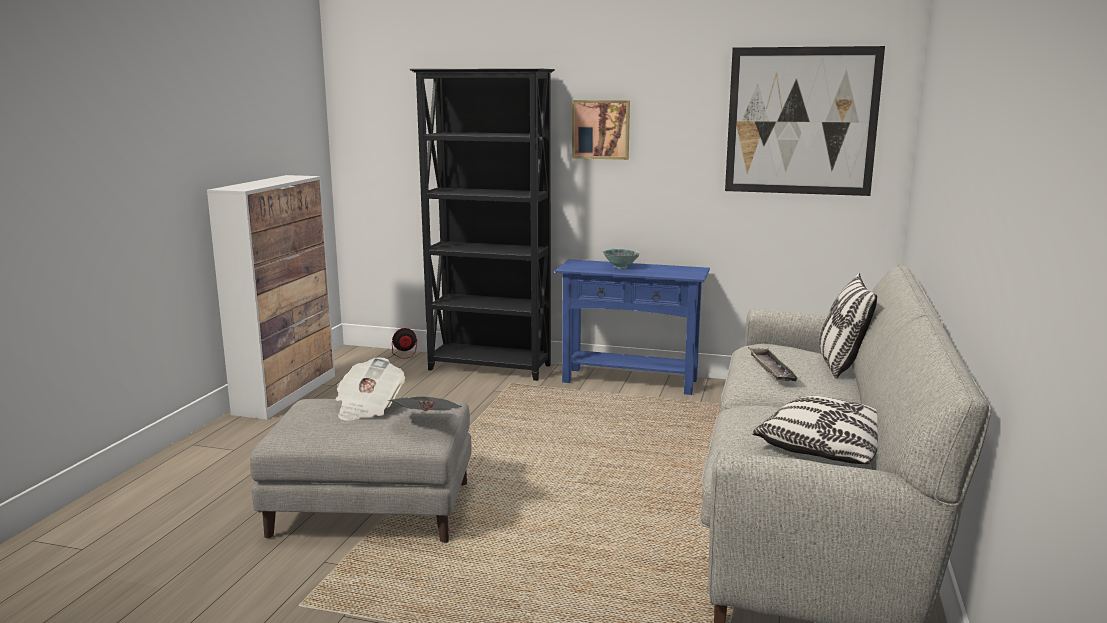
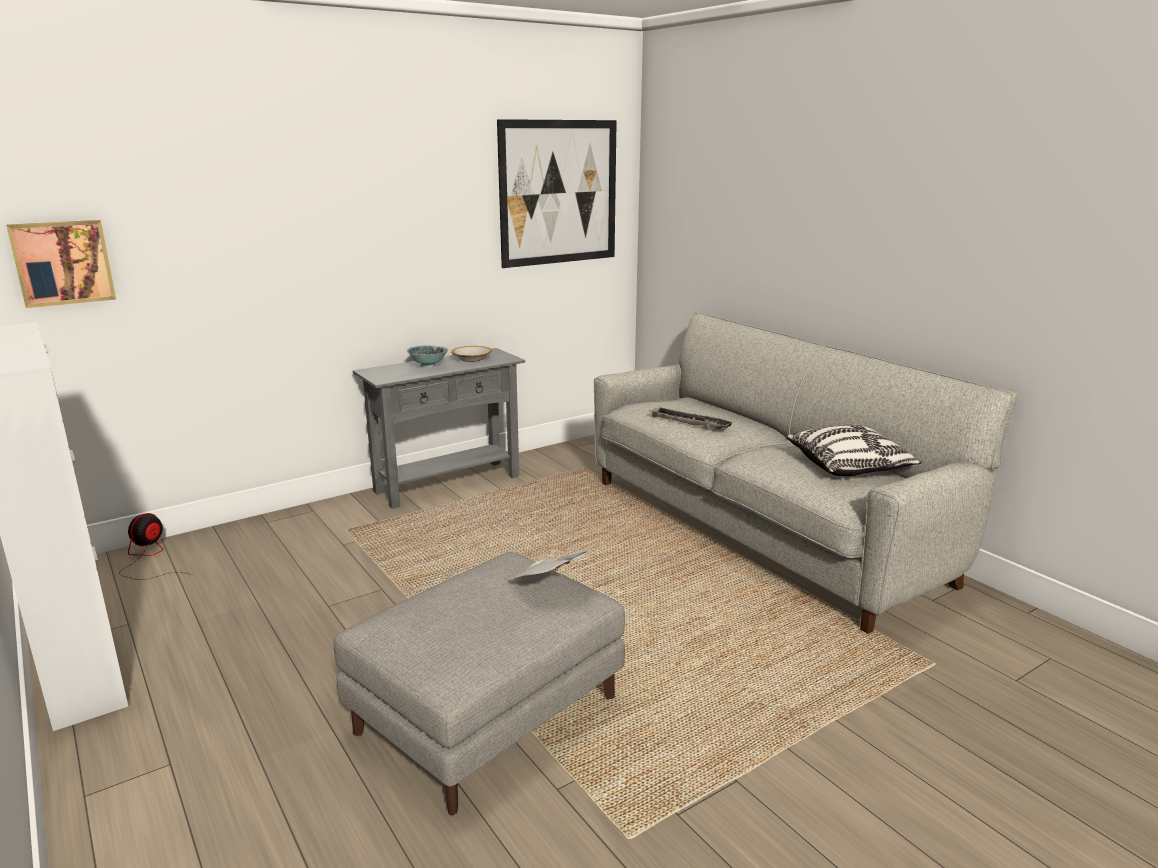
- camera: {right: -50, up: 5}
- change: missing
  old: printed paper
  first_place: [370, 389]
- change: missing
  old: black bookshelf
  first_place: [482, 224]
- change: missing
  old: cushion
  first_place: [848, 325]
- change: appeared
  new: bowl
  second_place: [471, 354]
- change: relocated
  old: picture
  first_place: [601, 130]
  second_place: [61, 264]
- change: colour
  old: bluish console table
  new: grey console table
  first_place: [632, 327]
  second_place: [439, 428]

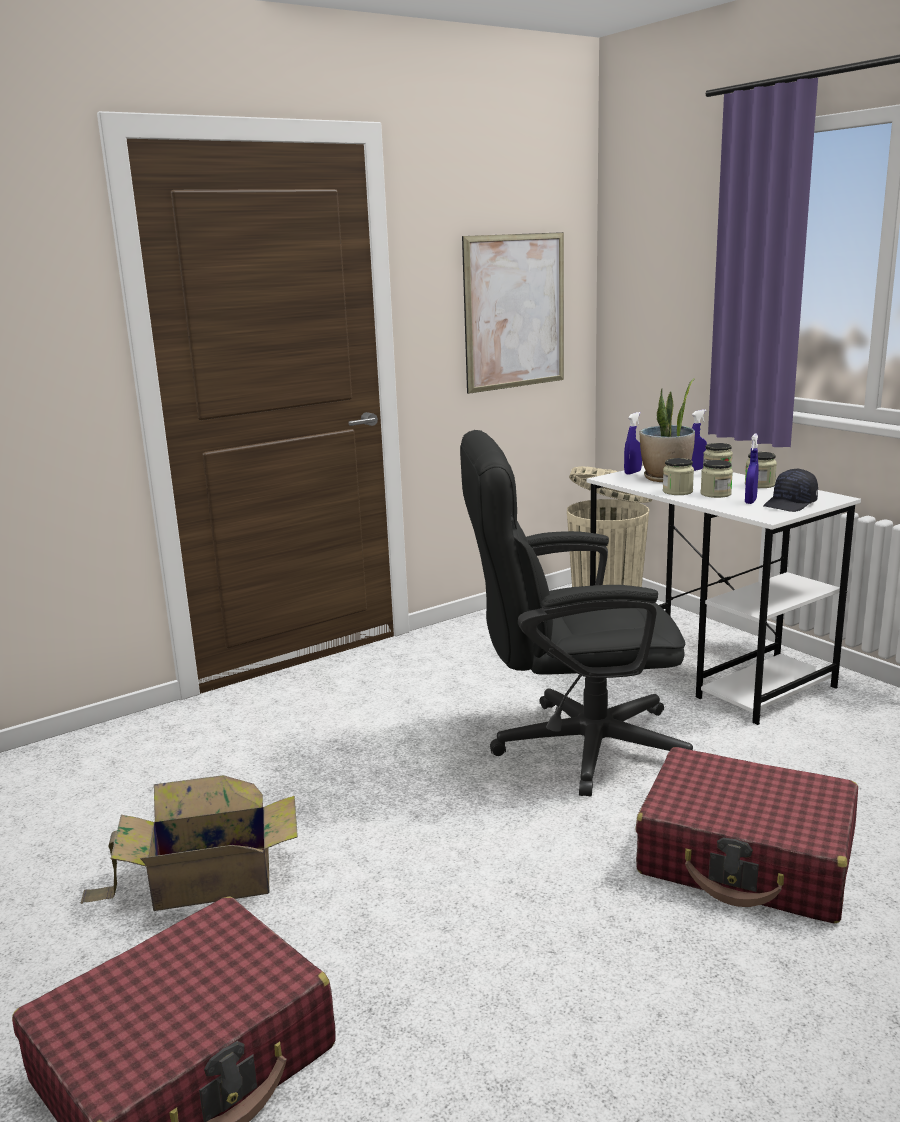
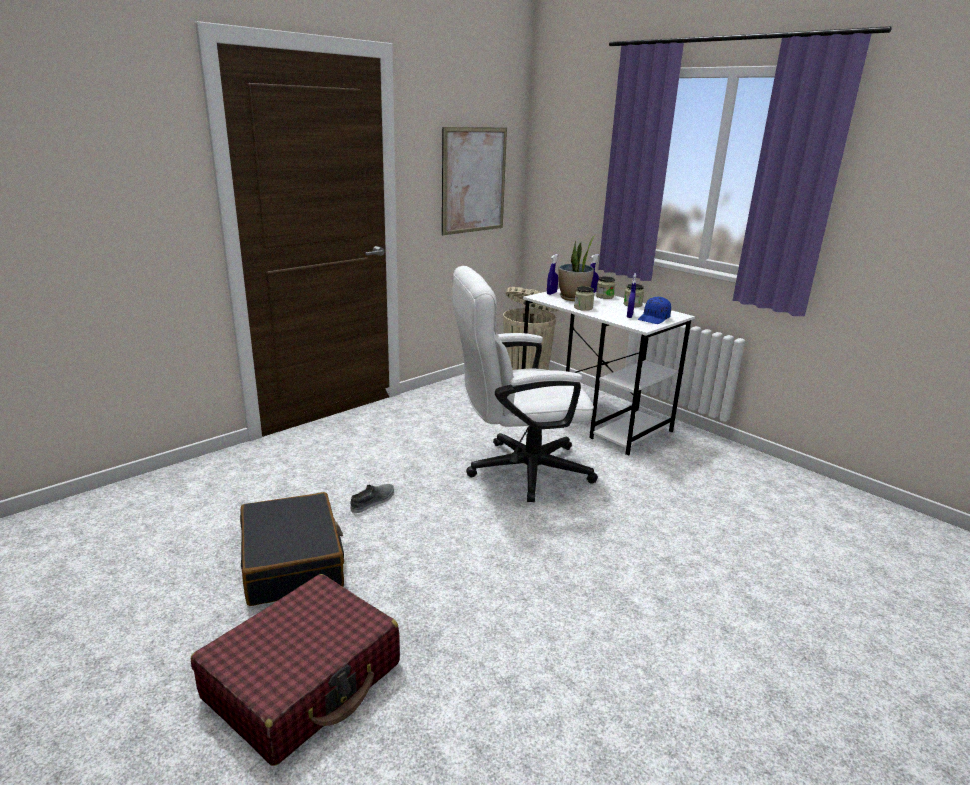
- camera: {right: -10, up: 5}
- change: missing
  old: red travel case
  first_place: [747, 835]
- change: missing
  old: storage jar
  first_place: [717, 479]
- change: appeared
  new: grey item of footwear
  second_place: [372, 498]
- change: exchanged
  old: cardboard box
  new: black travel case
  first_place: [189, 843]
  second_place: [292, 549]
- change: colour
  old: black office chair
  new: white office chair
  first_place: [576, 613]
  second_place: [525, 384]
- change: colour
  old: black baseball cap
  new: bluish baseball cap
  first_place: [790, 490]
  second_place: [654, 310]

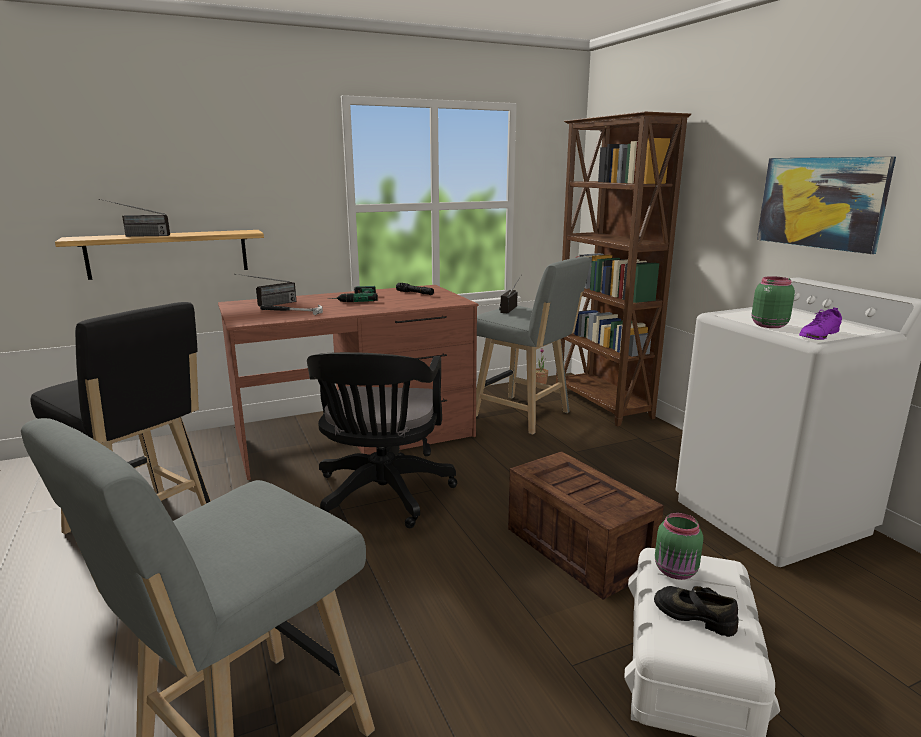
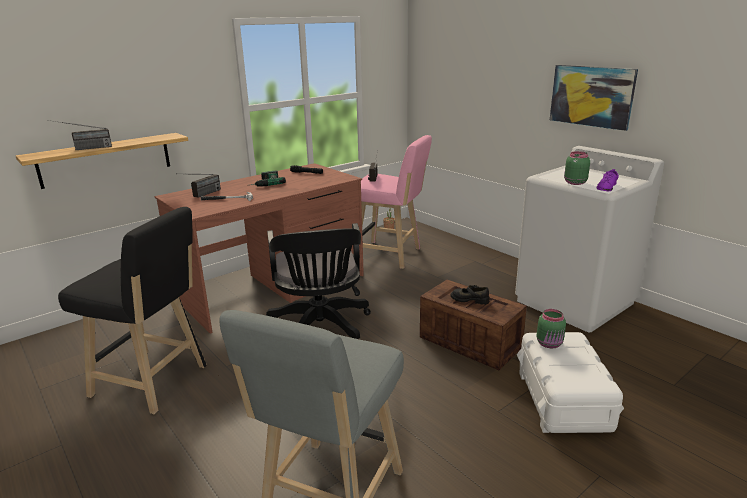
- camera: {right: -15, up: 5}
- change: missing
  old: brown bookshelf
  first_place: [623, 269]
- change: relocated
  old: black item of footwear
  first_place: [696, 611]
  second_place: [470, 295]
- change: colour
  old: grey sitting stool
  new: pink sitting stool
  first_place: [533, 346]
  second_place: [396, 202]

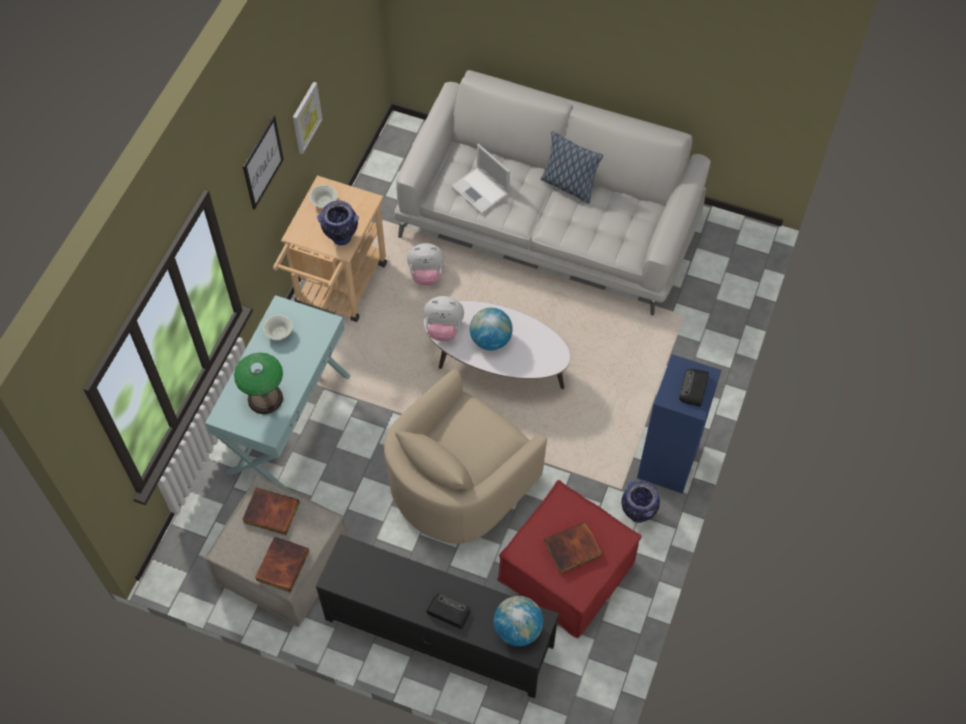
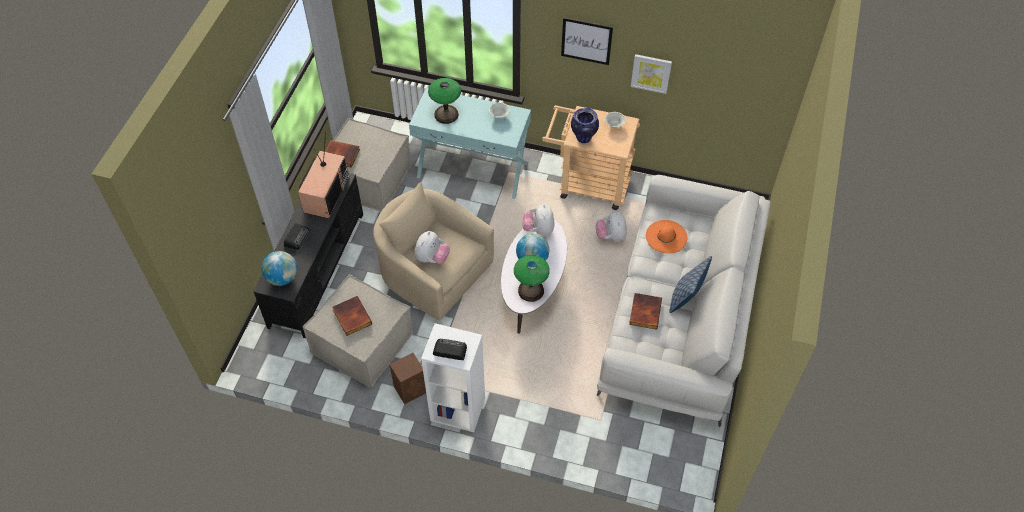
- camera: {right: 85, up: -5}
- change: appeared
  new: TV
  second_place: [323, 175]
- change: appeared
  new: soft toy
  second_place: [432, 247]
- change: appeared
  new: tabletop lamp
  second_place: [532, 278]
- change: relocated
  old: book
  first_place: [270, 511]
  second_place: [645, 311]
- change: exchanged
  old: portable computer
  new: orange clothing hat
  first_place: [480, 179]
  second_place: [666, 236]
- change: exchanged
  old: decorative vase
  new: brown audio speaker
  first_place: [640, 502]
  second_place: [407, 378]
- change: colour
  old: red pouffe
  new: sand-coloured pouffe
  first_place: [569, 559]
  second_place: [358, 330]
- change: colour
  old: bluish bookshelf
  new: white bookshelf
  first_place: [679, 424]
  second_place: [453, 377]

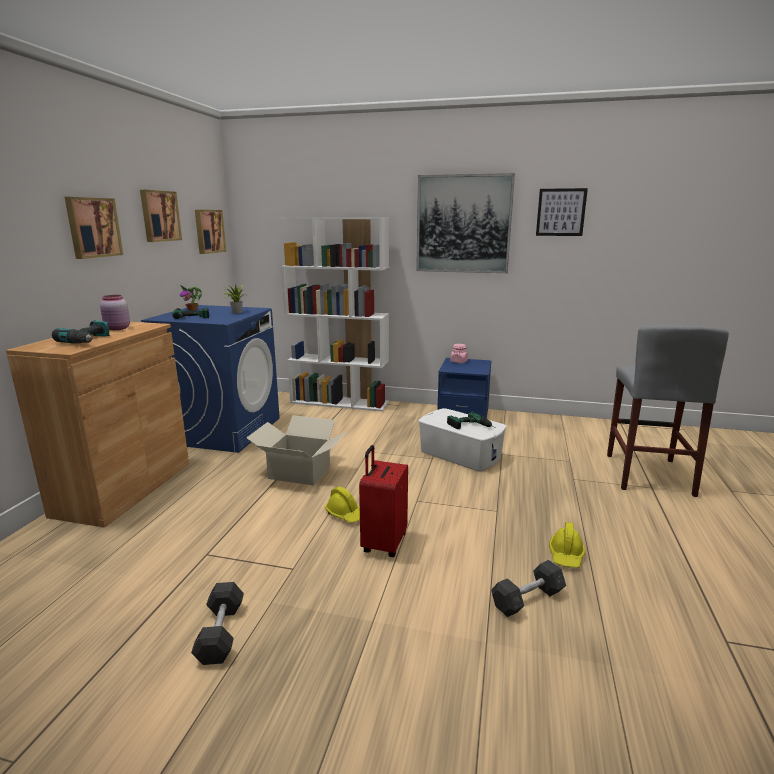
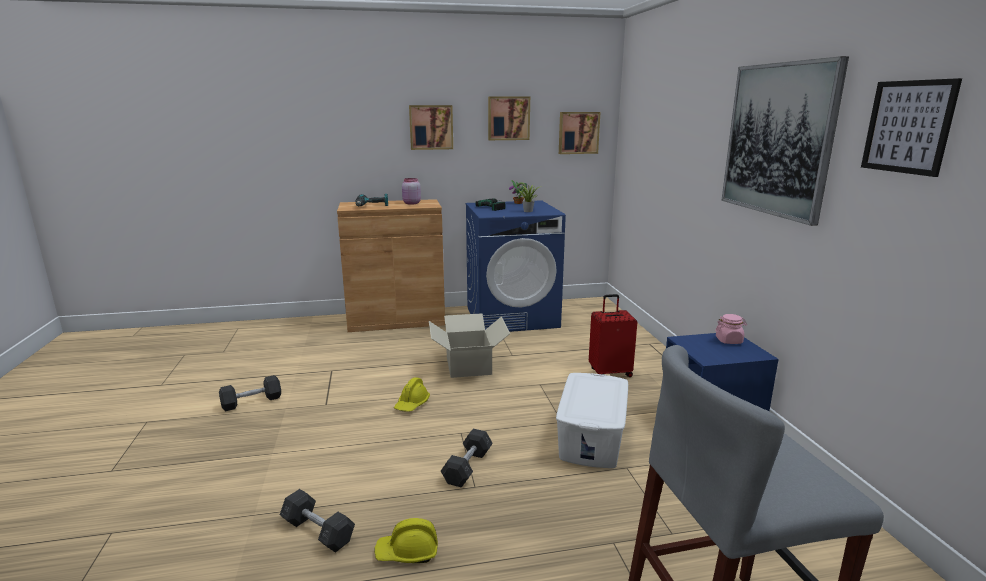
- camera: {right: 65, up: 0}
- change: missing
  old: white bookshelf
  first_place: [333, 314]
- change: missing
  old: power drill
  first_place: [471, 420]
- change: appeared
  new: grey free weight
  second_place: [467, 458]
- change: relocated
  old: red travel case
  first_place: [383, 501]
  second_place: [613, 335]

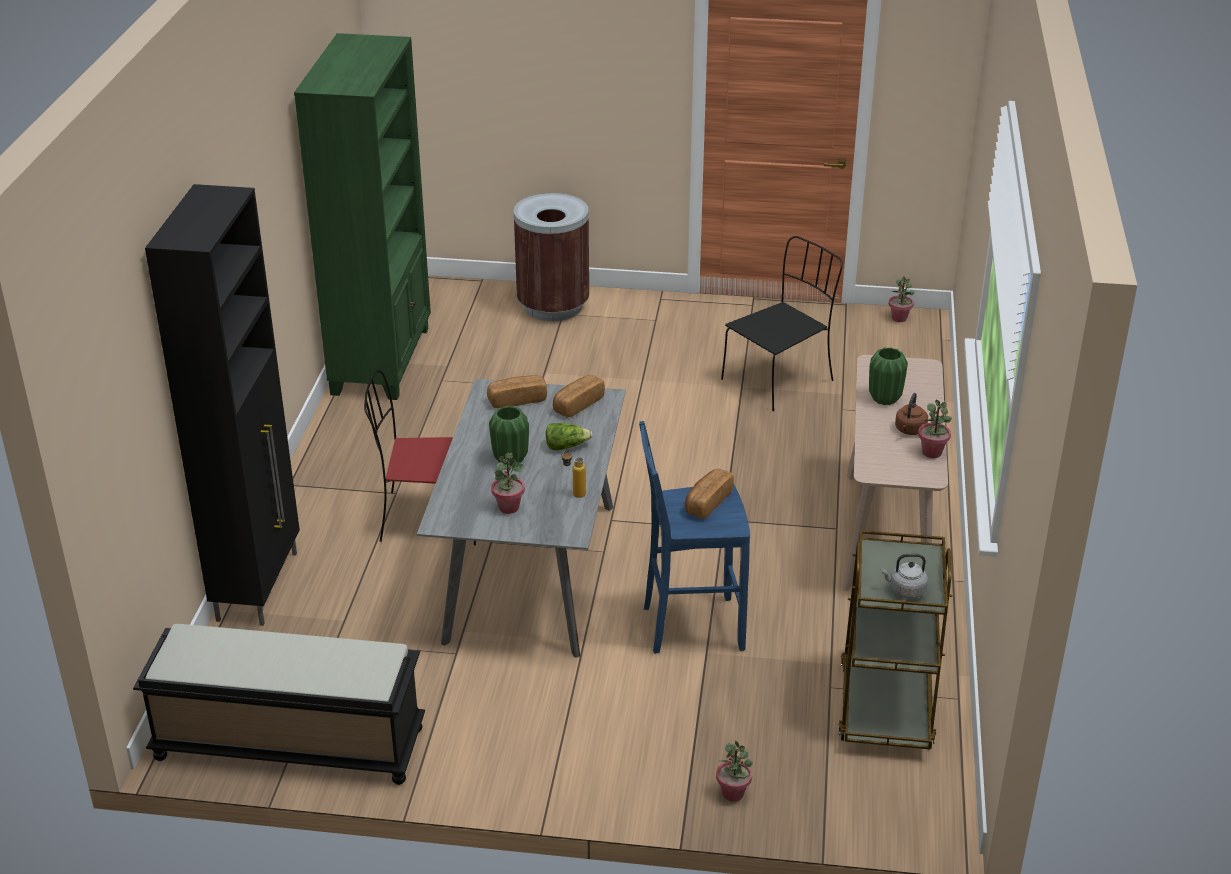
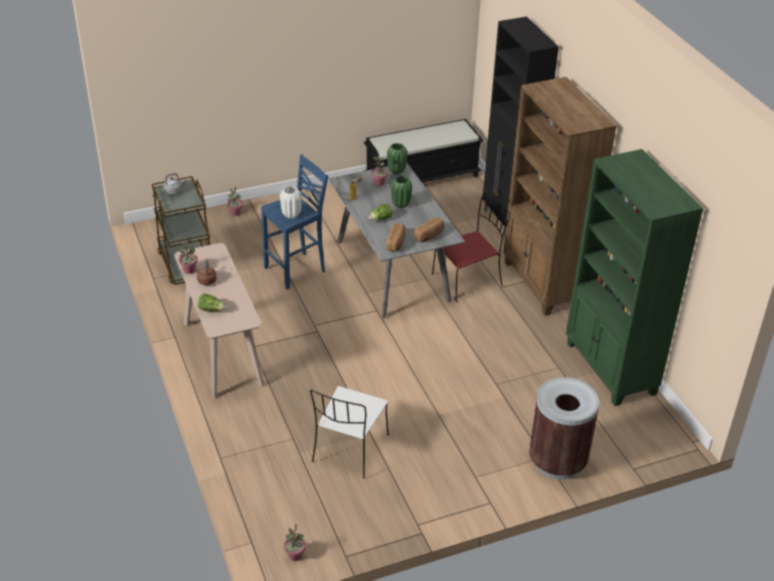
- camera: {right: 150, up: 5}
- change: appeared
  new: lettuce head
  second_place: [212, 302]
- change: appeared
  new: brown bookshelf
  second_place: [560, 196]
- change: relocated
  old: green-coloured decorative vase
  first_place: [888, 376]
  second_place: [397, 158]
- change: exchanged
  old: baked bread
  new: white decorative vase
  first_place: [709, 494]
  second_place: [291, 202]
- change: colour
  old: black chair
  new: white chair
  first_place: [782, 323]
  second_place: [349, 432]

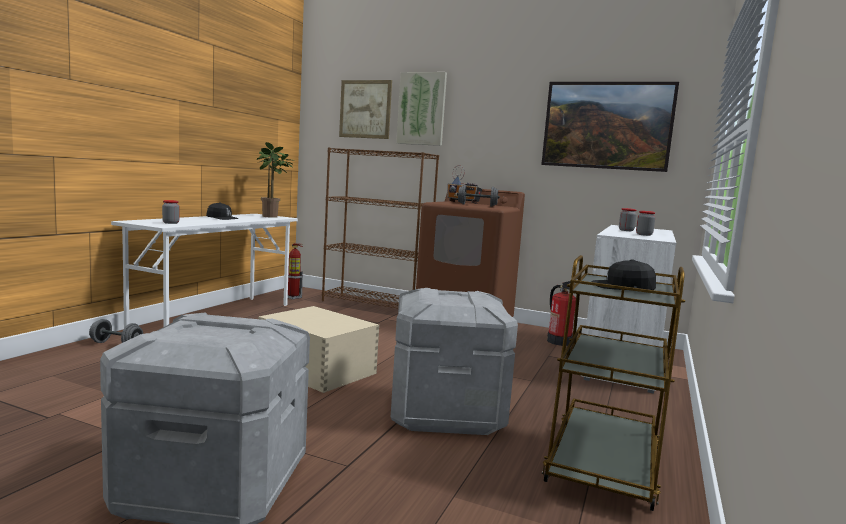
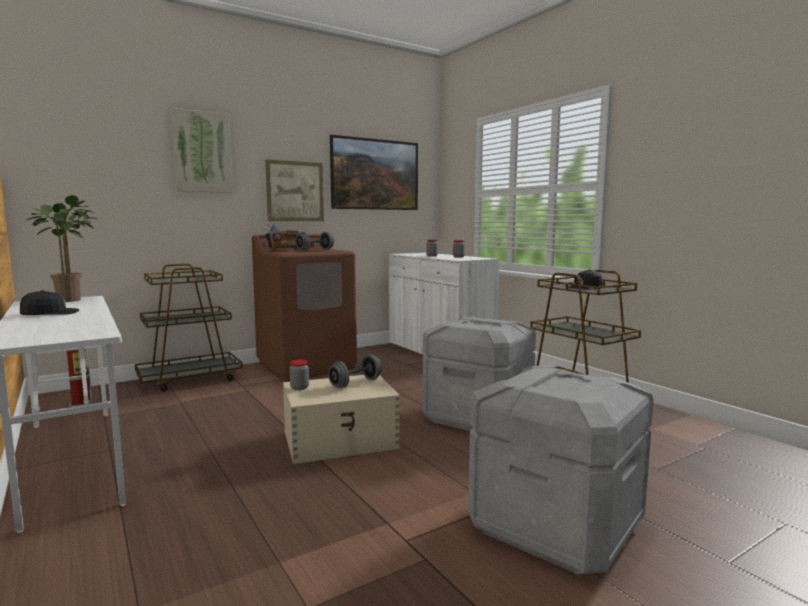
- camera: {right: -55, up: 0}
- change: missing
  old: fire extinguisher
  first_place: [561, 313]
- change: relocated
  old: grey free weight
  first_place: [116, 331]
  second_place: [355, 371]
- change: relocated
  old: storage jar
  first_place: [170, 212]
  second_place: [299, 375]
- change: relocated
  old: picture
  first_place: [365, 109]
  second_place: [294, 190]
- change: exchanged
  old: brown bookshelf
  new: brown cart
  first_place: [380, 227]
  second_place: [189, 327]

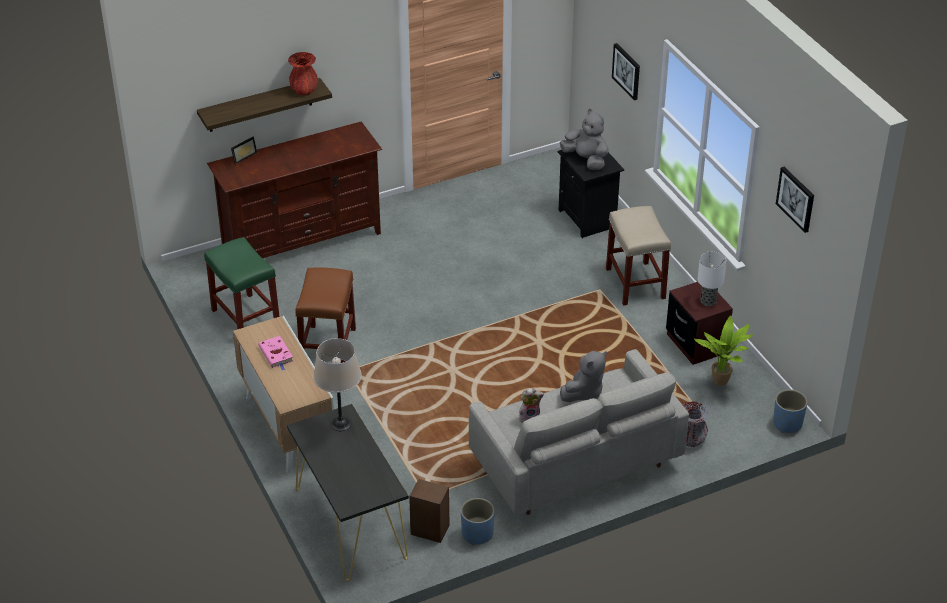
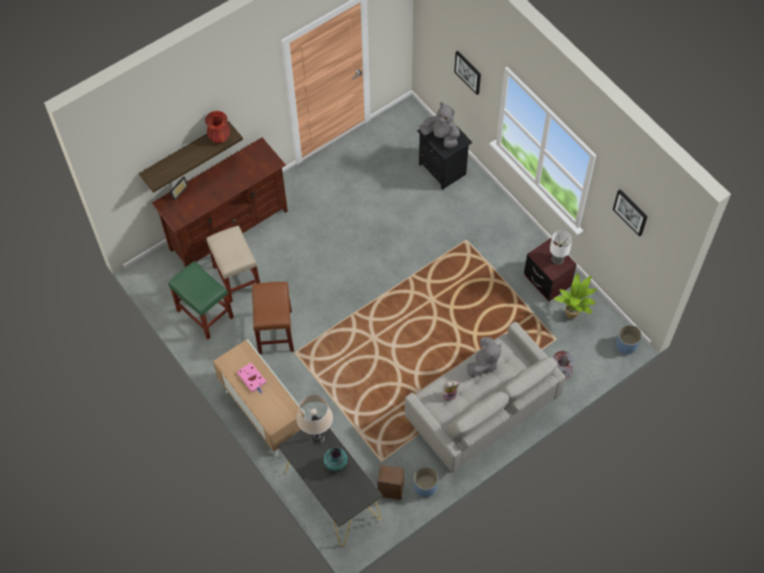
- camera: {right: -10, up: 20}
- change: appeared
  new: decorative vase
  second_place: [336, 460]
- change: relocated
  old: sand-coloured sitting stool
  first_place: [638, 256]
  second_place: [233, 264]

